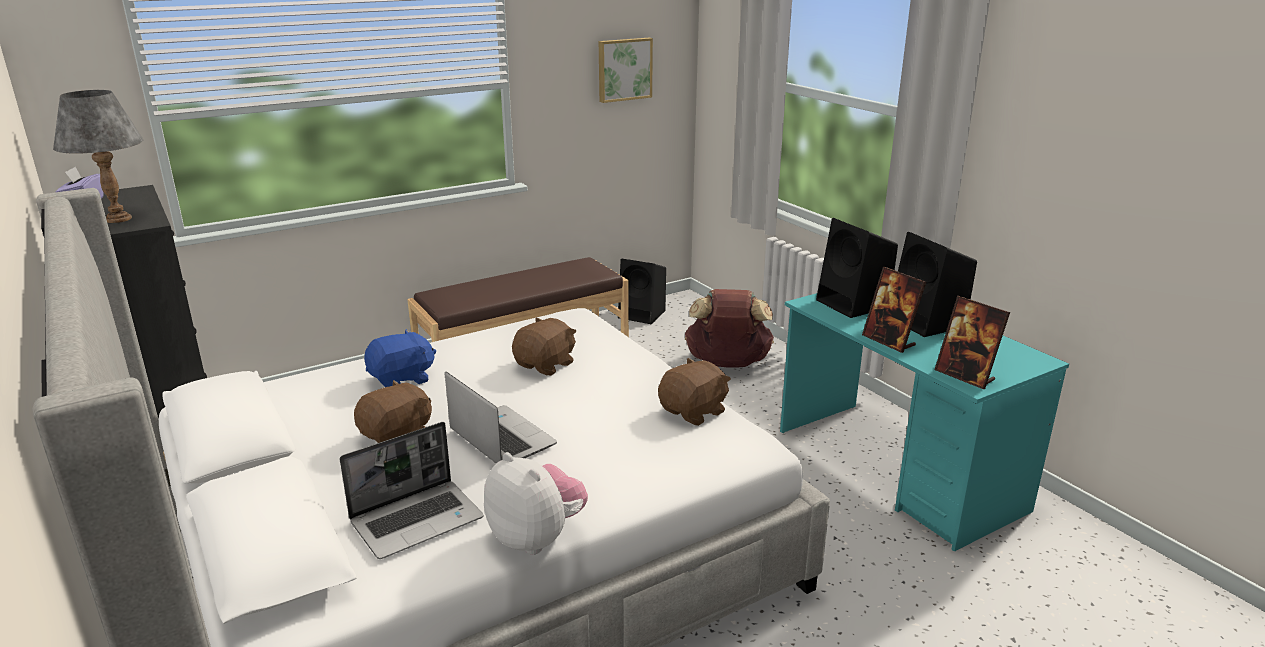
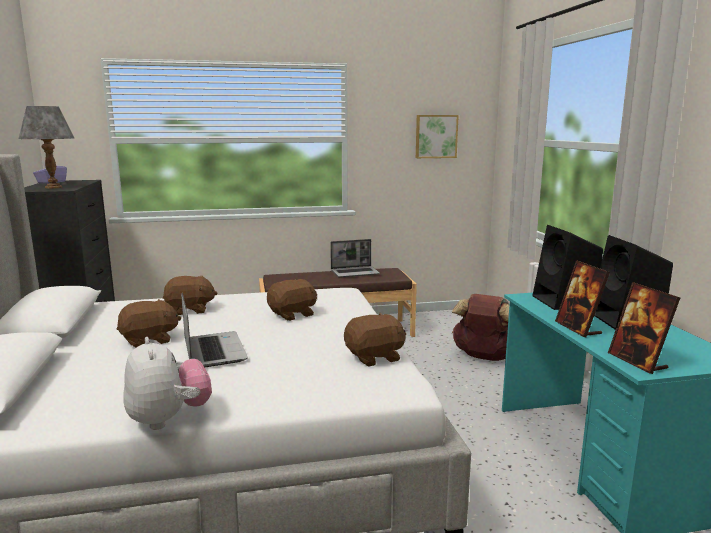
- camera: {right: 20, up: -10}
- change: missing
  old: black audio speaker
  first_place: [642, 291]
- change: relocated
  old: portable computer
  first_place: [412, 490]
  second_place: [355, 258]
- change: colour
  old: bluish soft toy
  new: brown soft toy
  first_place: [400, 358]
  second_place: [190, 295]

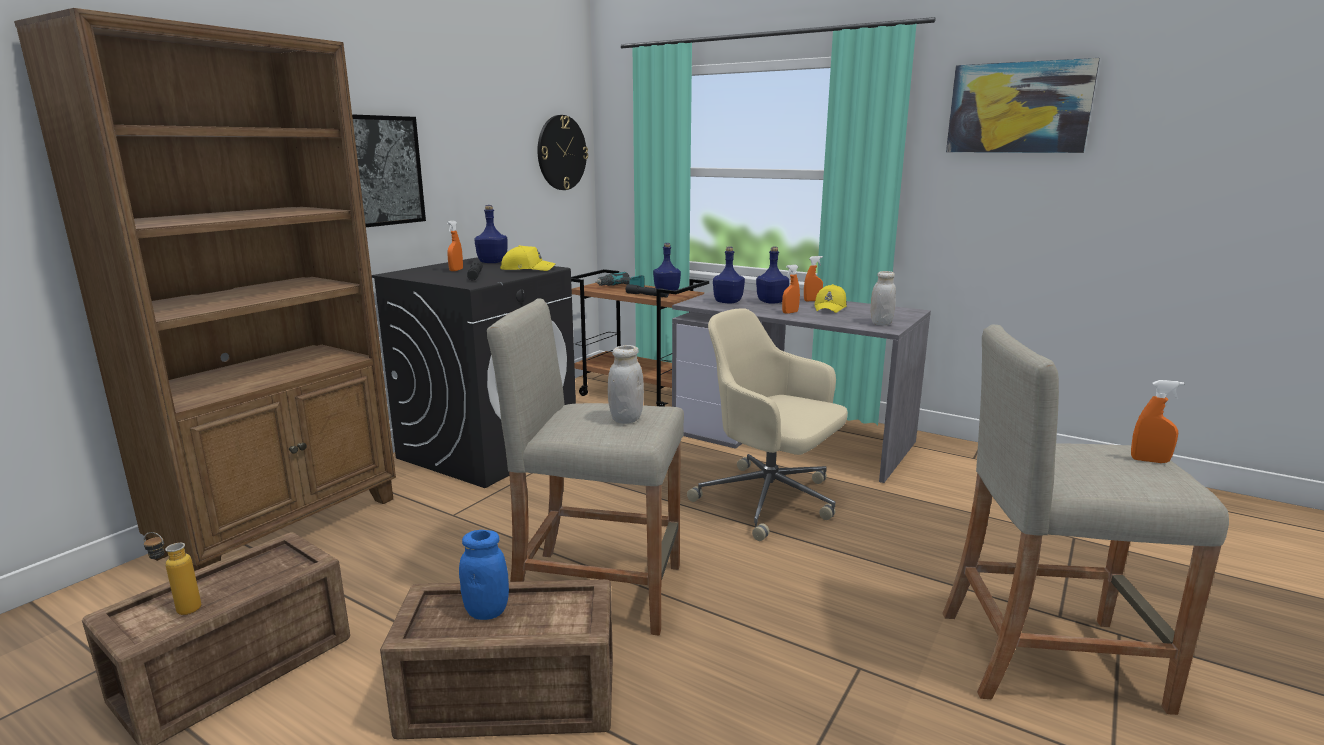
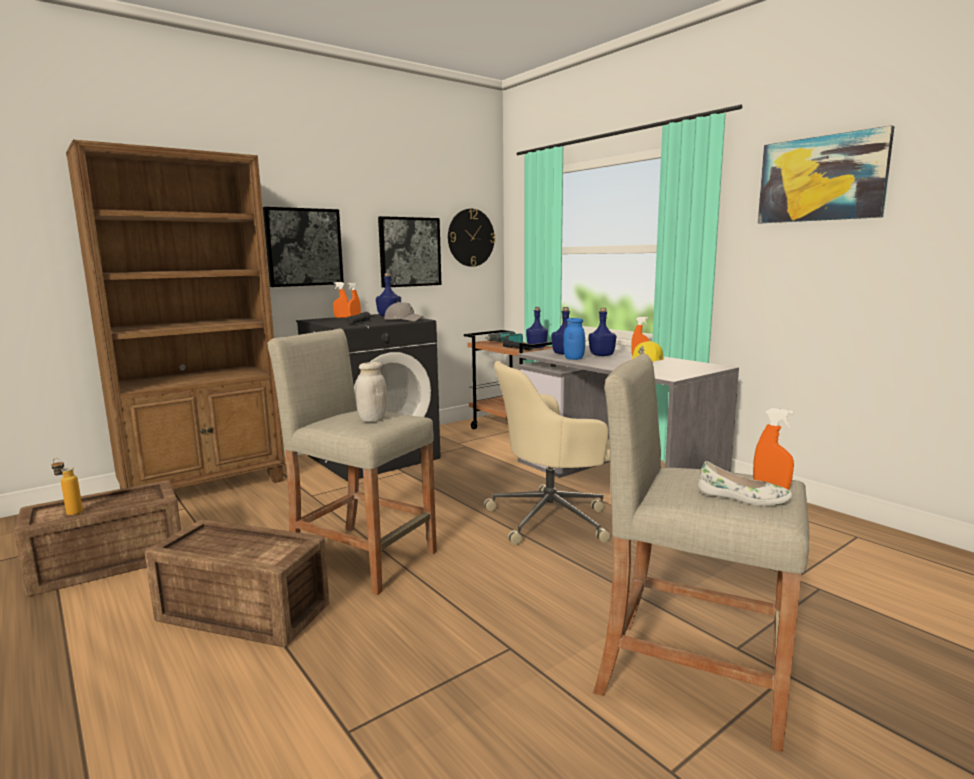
- camera: {right: 20, up: -5}
- change: missing
  old: white storage jar
  first_place: [883, 298]
- change: appeared
  new: picture
  second_place: [409, 252]
- change: appeared
  new: white item of footwear
  second_place: [744, 483]
- change: relocated
  old: bluish storage jar
  first_place: [484, 575]
  second_place: [574, 339]
- change: relocated
  old: orange spray bottle
  first_place: [791, 289]
  second_place: [341, 300]
- change: colour
  old: yellowish baseball cap
  new: grey baseball cap
  first_place: [528, 258]
  second_place: [403, 311]
- change: spun
  old: sand-coloured office chair
  first_place: [767, 425]
  second_place: [547, 453]
  degrees: -75

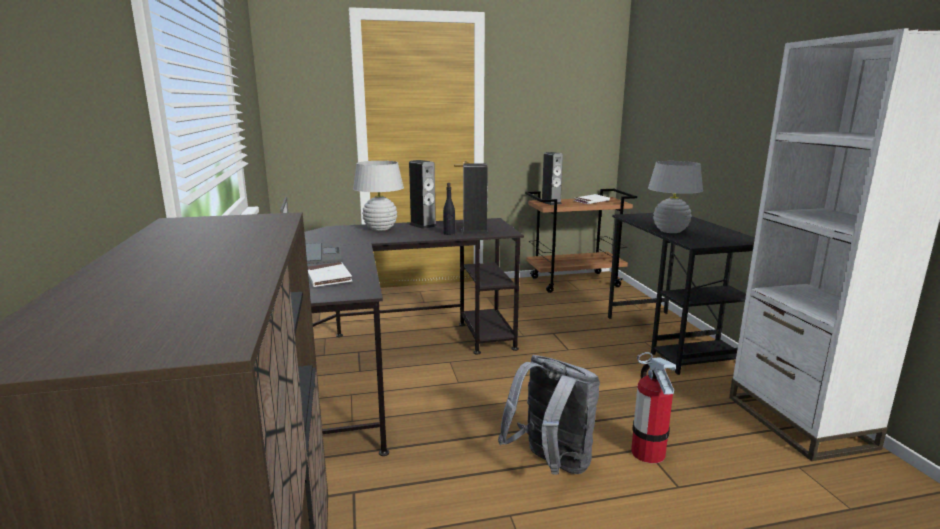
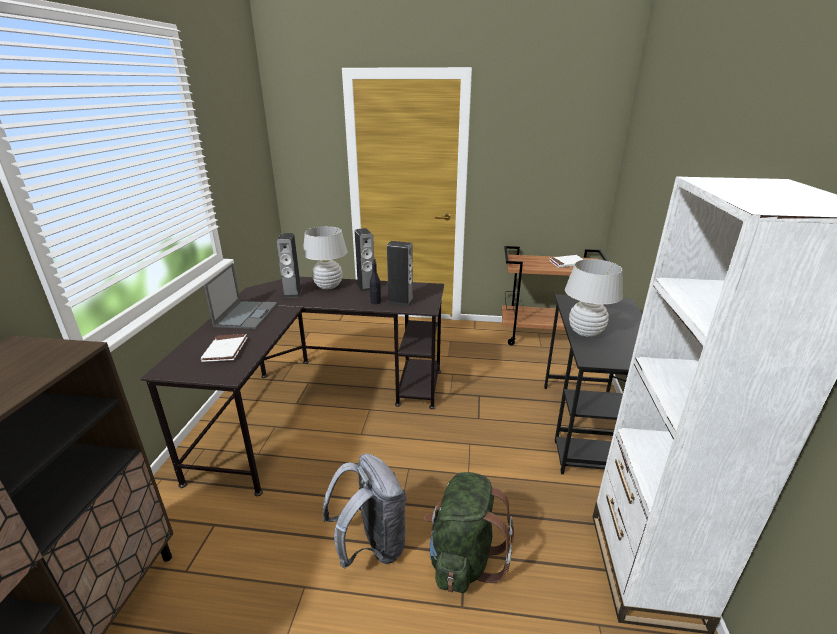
- camera: {right: 20, up: 10}
- change: relocated
  old: audio speaker
  first_place: [552, 178]
  second_place: [289, 265]
- change: exchanged
  old: fire extinguisher
  new: green-coloured knapsack
  first_place: [653, 407]
  second_place: [469, 532]

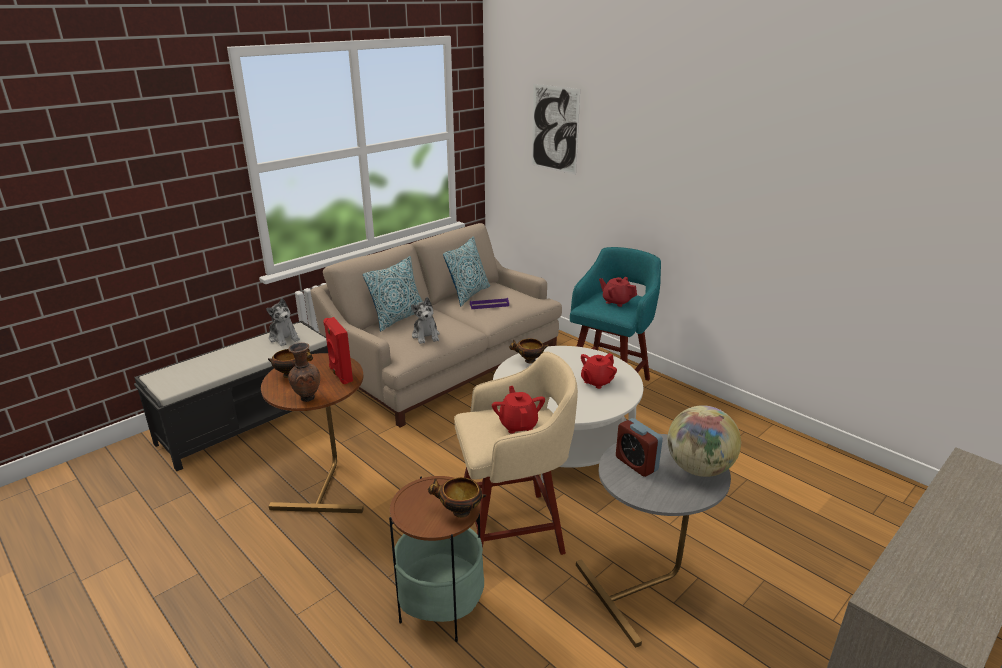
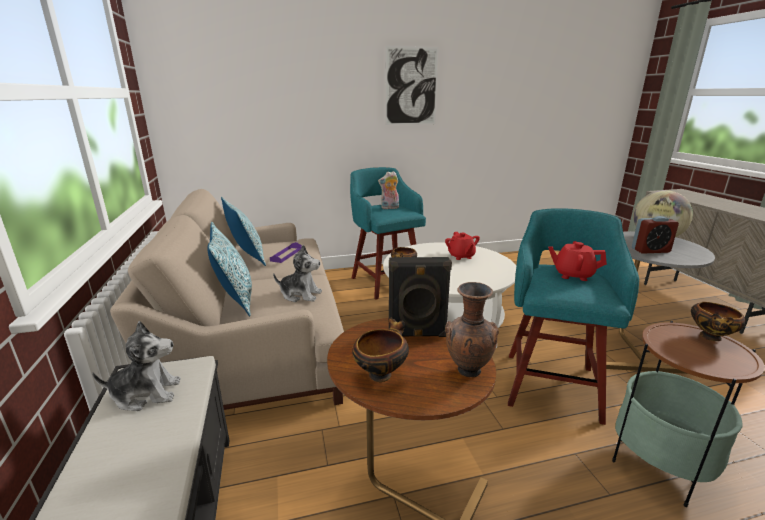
- camera: {right: -60, up: -5}
- change: relocated
  old: picture
  first_place: [556, 129]
  second_place: [412, 85]
- change: exchanged
  old: red pot for tea
  new: soft toy
  first_place: [618, 292]
  second_place: [388, 190]
- change: colour
  old: red audio speaker
  new: black audio speaker
  first_place: [338, 350]
  second_place: [420, 297]
- change: colour
  old: sand-coloured sitting stool
  new: blue-green sitting stool
  first_place: [516, 453]
  second_place: [573, 316]

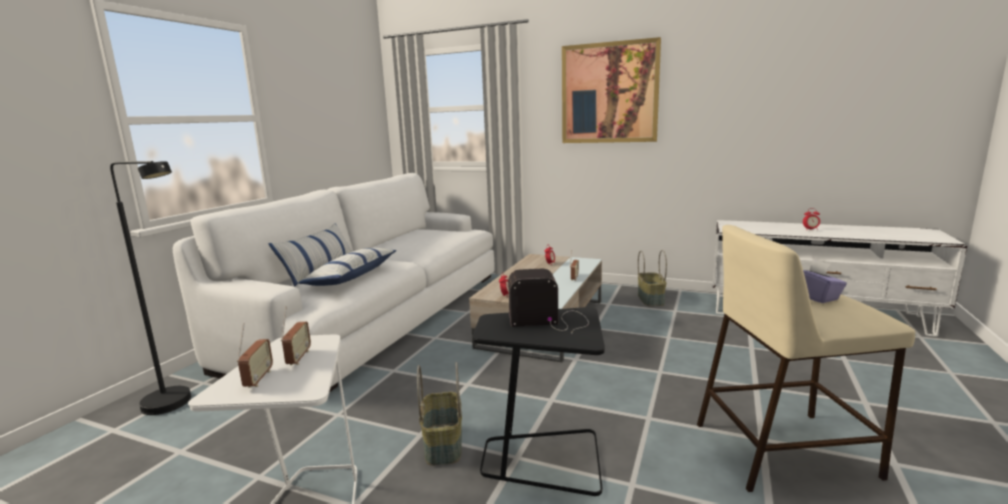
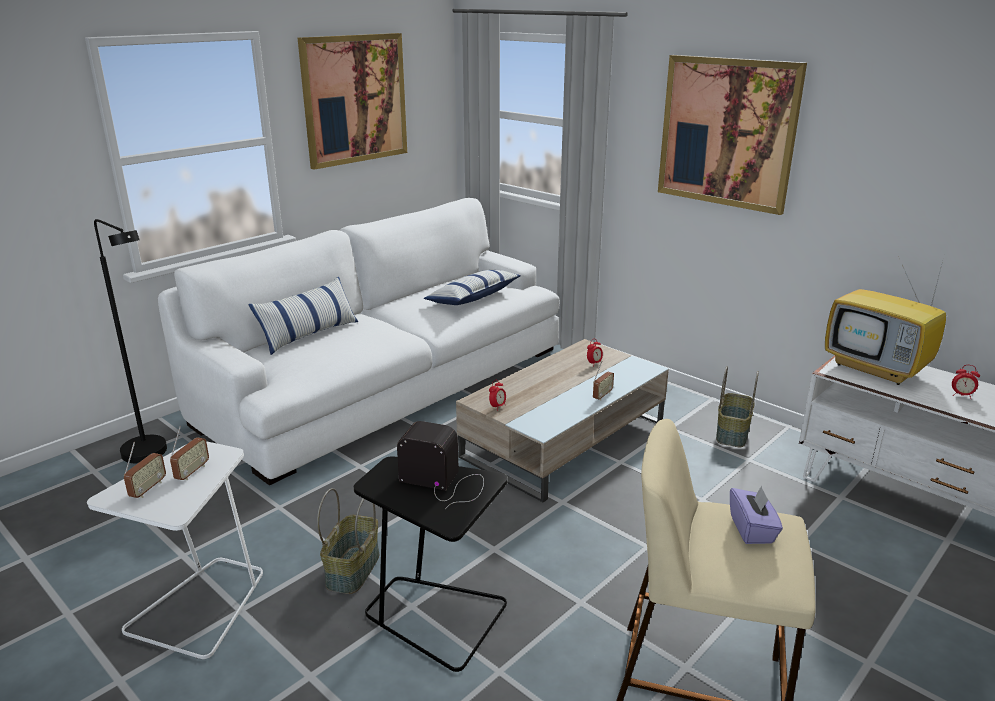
- camera: {right: 20, up: 10}
- change: appeared
  new: picture
  second_place: [352, 101]
- change: appeared
  new: TV
  second_place: [885, 321]
- change: relocated
  old: cushion
  first_place: [347, 267]
  second_place: [472, 287]

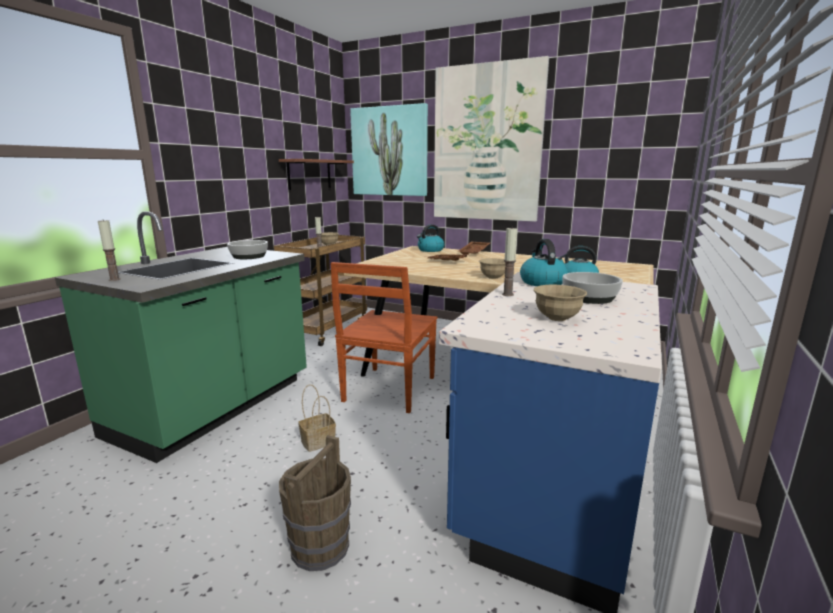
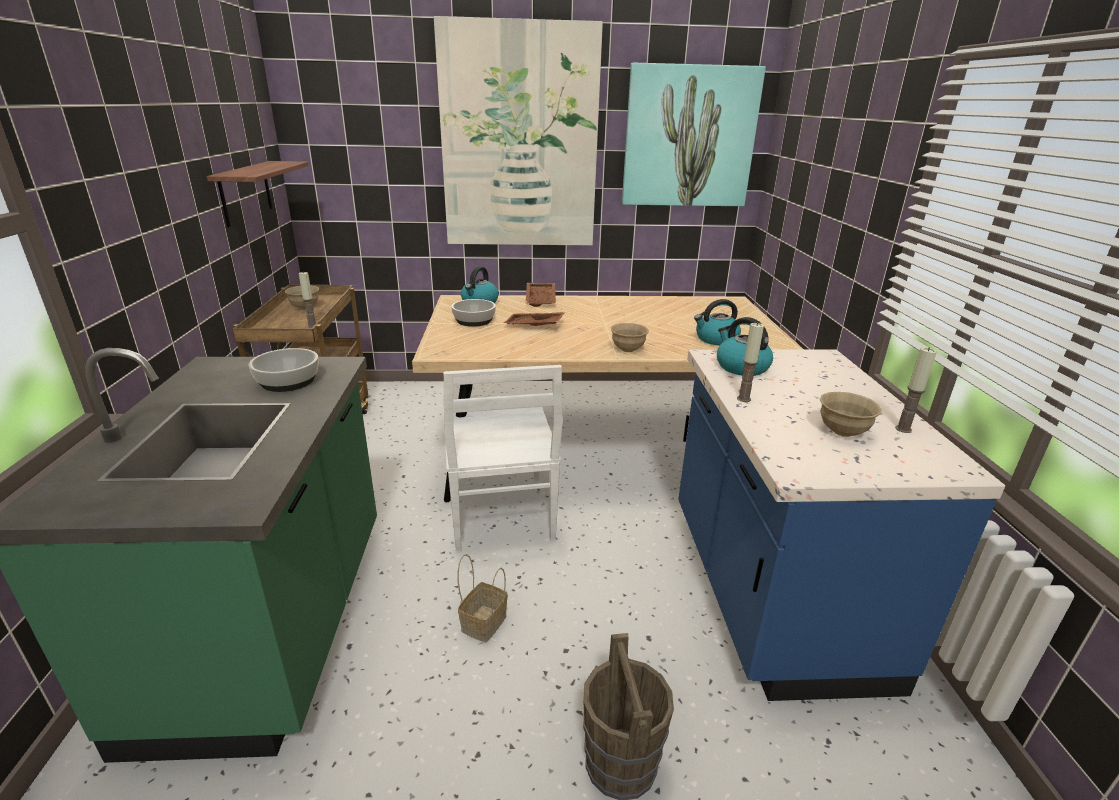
- camera: {right: -30, up: 10}
- change: relocated
  old: wax light
  first_place: [109, 250]
  second_place: [916, 390]
- change: relocated
  old: picture
  first_place: [389, 149]
  second_place: [694, 134]
- change: relocated
  old: bowl
  first_place: [592, 288]
  second_place: [473, 313]
- change: colour
  old: brown chair
  new: white chair
  first_place: [384, 337]
  second_place: [503, 458]

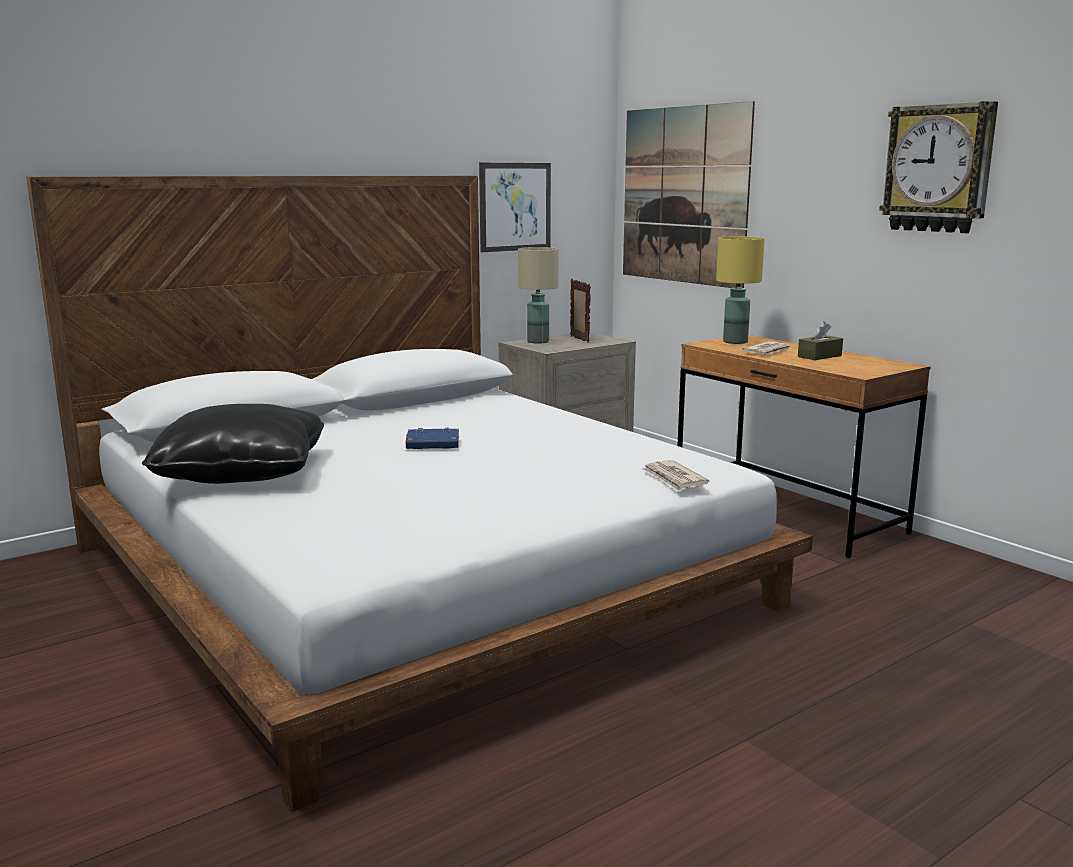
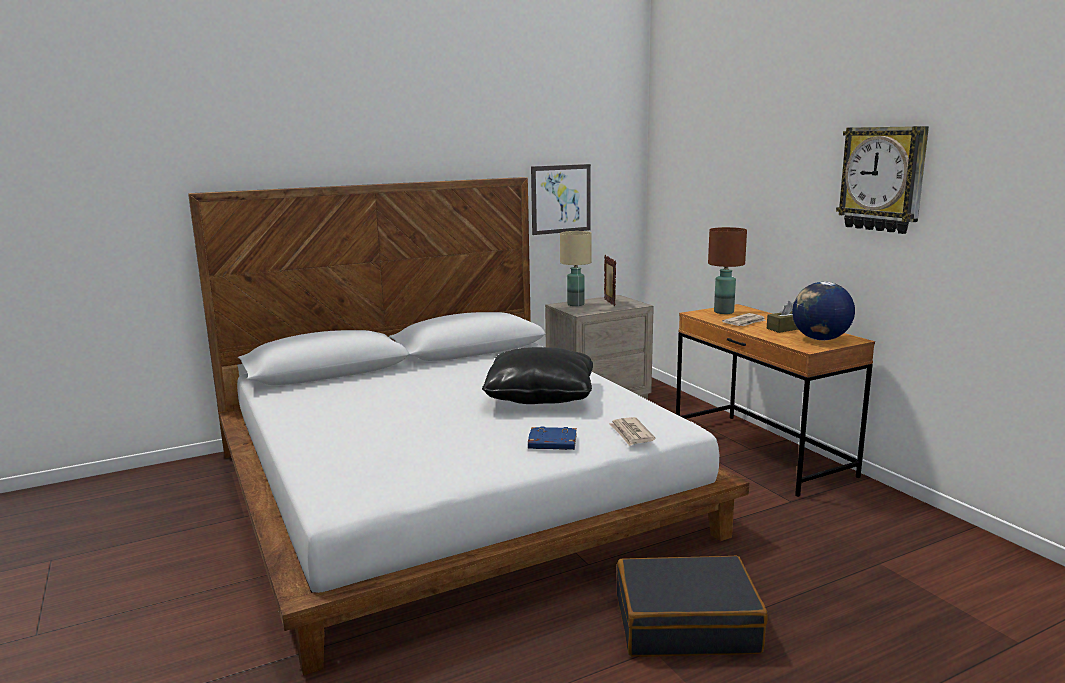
- camera: {right: 10, up: 0}
- change: missing
  old: picture
  first_place: [689, 194]
- change: appeared
  new: black travel case
  second_place: [692, 606]
- change: appeared
  new: world globe
  second_place: [823, 311]
- change: relocated
  old: black cushion
  first_place: [233, 444]
  second_place: [537, 375]
- change: relocated
  old: bluish book
  first_place: [432, 438]
  second_place: [552, 438]
- change: colour
  old: yellowish tabletop lamp
  new: brown tabletop lamp
  first_place: [740, 290]
  second_place: [727, 270]

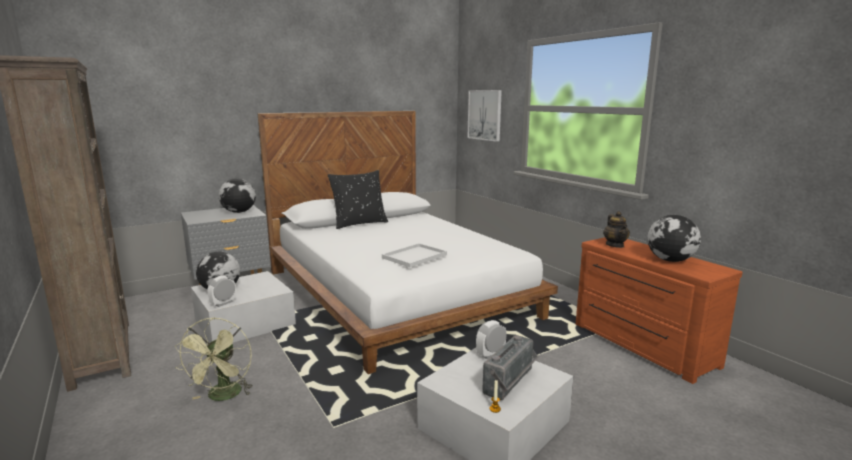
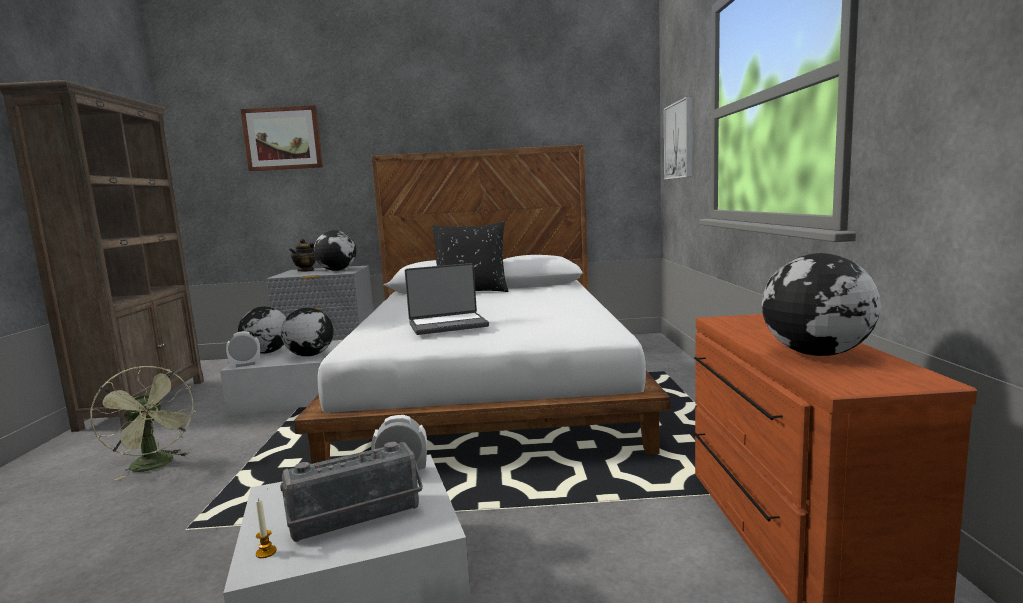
- camera: {right: 30, up: -5}
- change: appeared
  new: picture
  second_place: [281, 138]
- change: appeared
  new: world globe
  second_place: [307, 332]
- change: relocated
  old: pot for tea
  first_place: [616, 229]
  second_place: [303, 255]
- change: exchanged
  old: white serving tray
  new: portable computer
  first_place: [414, 255]
  second_place: [447, 299]
- change: spun
  old: green-coloured fan
  first_place: [214, 359]
  second_place: [143, 423]
  degrees: -75

